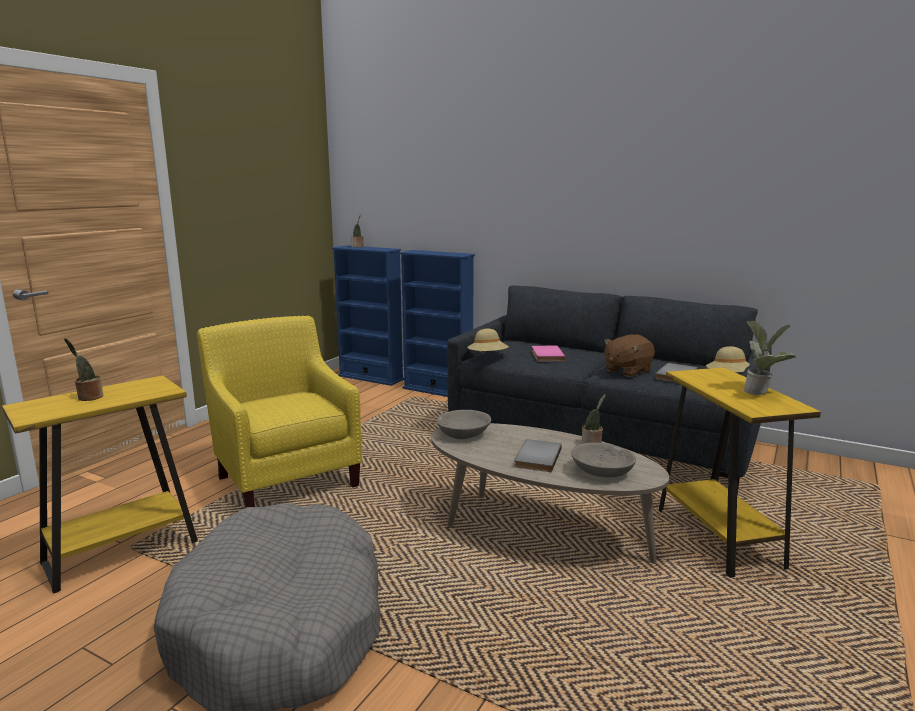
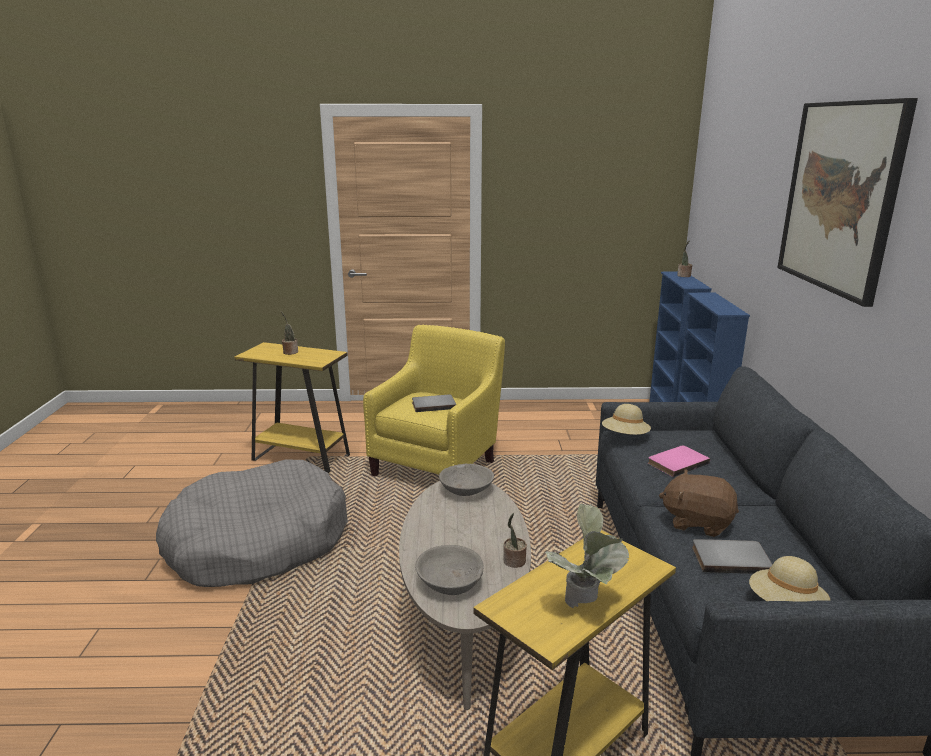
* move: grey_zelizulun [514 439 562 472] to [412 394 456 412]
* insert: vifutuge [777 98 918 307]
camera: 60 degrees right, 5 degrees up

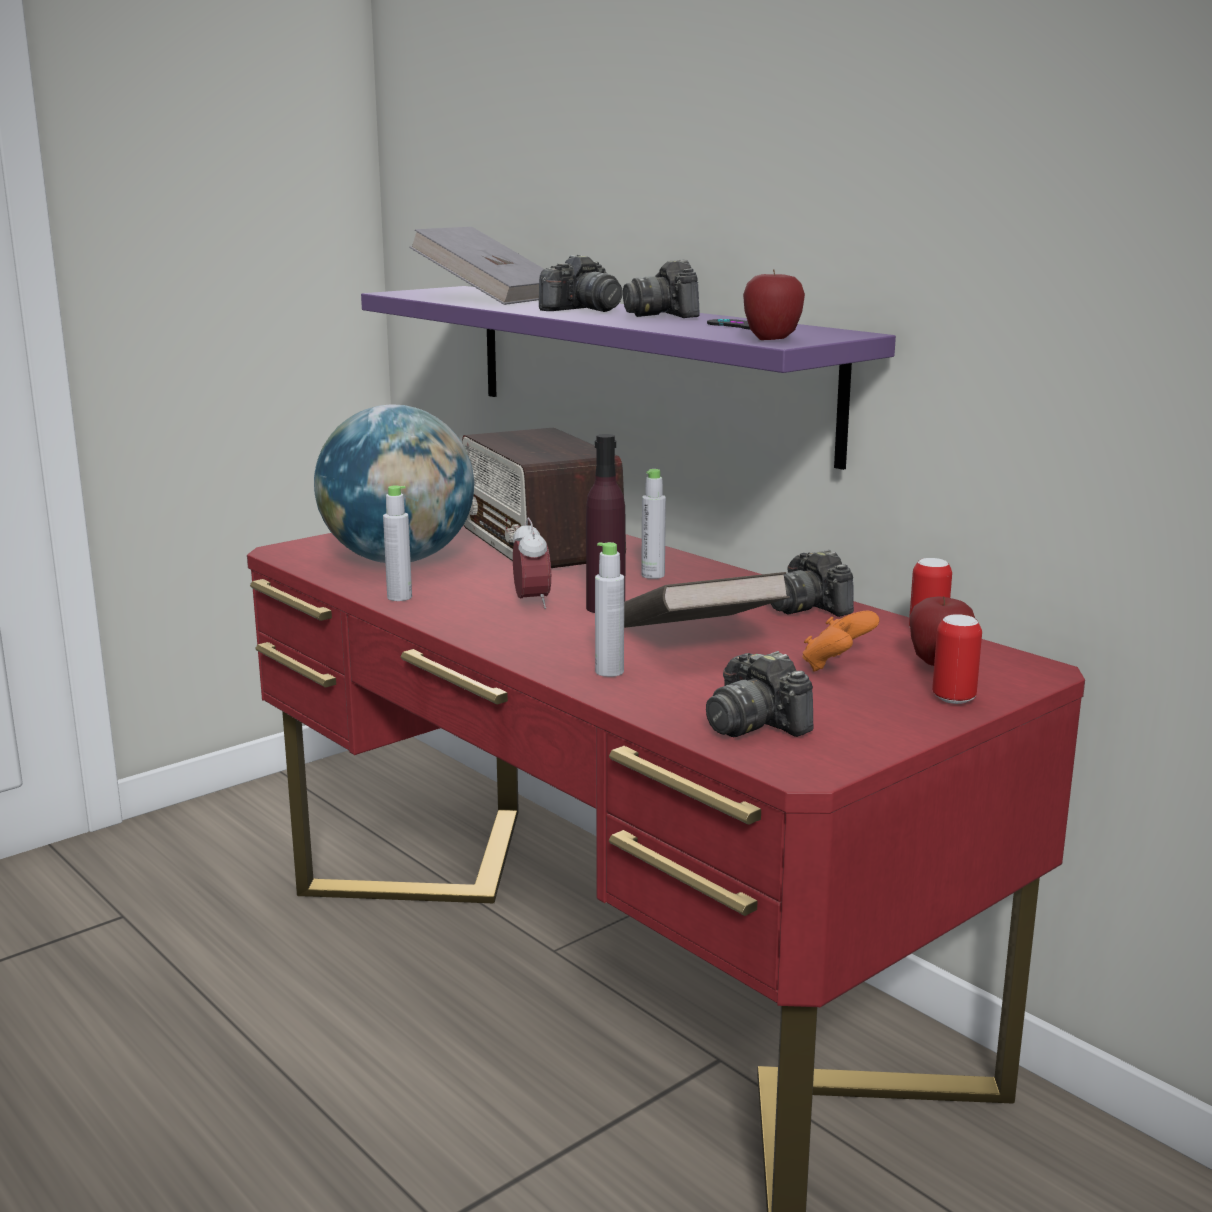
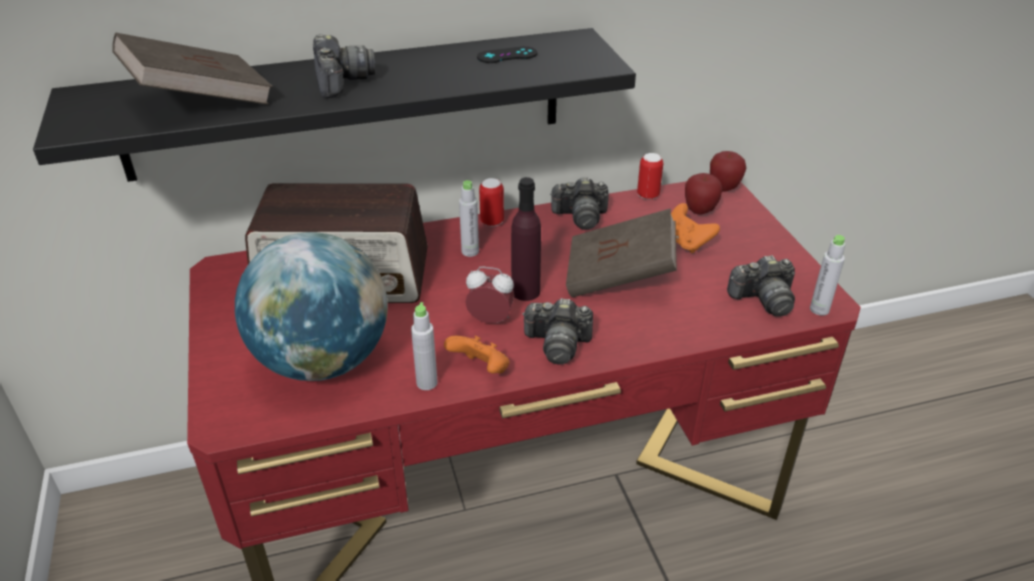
* recolor: grey_zelizulun [409 227 544 305] to brown_zelizulun [112 33 272 105]
* move: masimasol [623 259 700 318] to [522 298 593 365]
* move: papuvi [743 270 805 340] to [710 151 746 192]
* recolor: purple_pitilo [361 286 896 470] to black_pitilo [33 28 636 182]
* move: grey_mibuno [595 542 624 677] to [810 235 845 316]
* move: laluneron [932 614 982 704] to [479 178 504 227]
* insert: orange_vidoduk [444 336 510 374]
camera: 65 degrees left, 20 degrees up

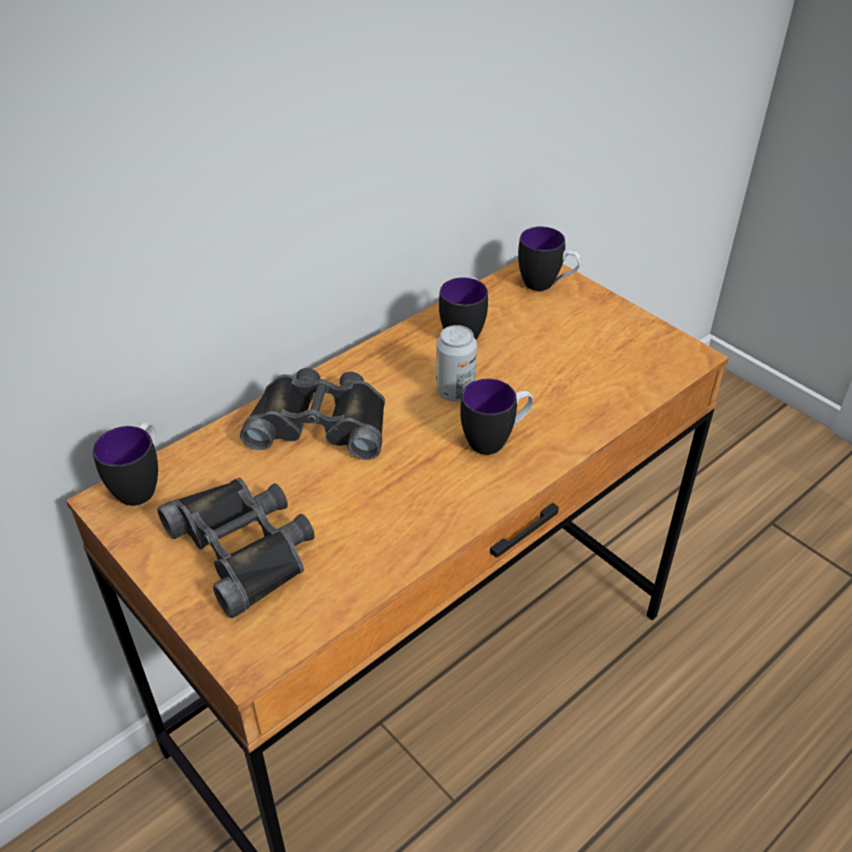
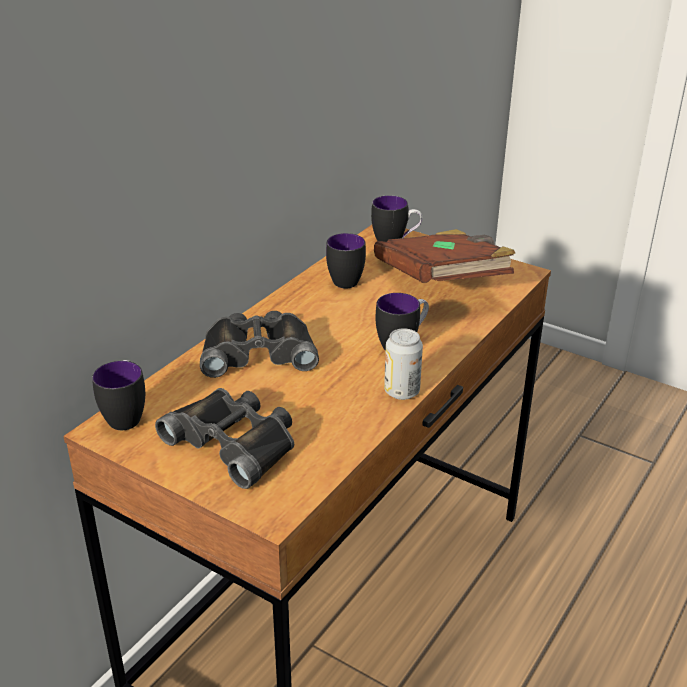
* move: laluneron [436 325 477 402] to [384 328 423 400]
* insert: brown_zelizulun [374 229 516 283]
camera: 15 degrees left, 10 degrees down

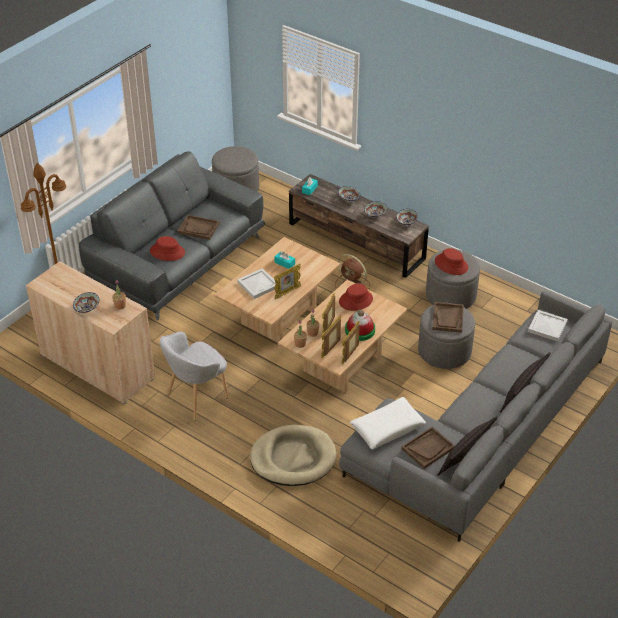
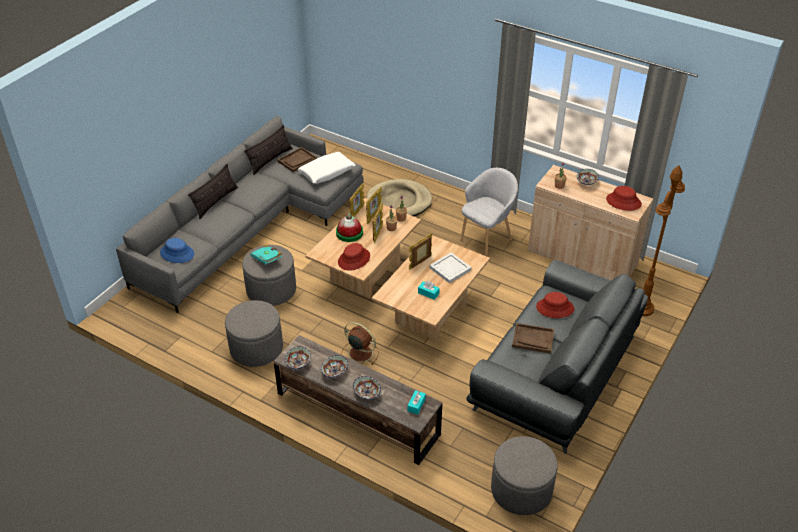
* move: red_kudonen [435 248 468 275] to [606 186 642 211]
* replace: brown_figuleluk [432 302 464 333] to turquoise_zelizulun [251 245 282 264]
* replace: white_figuleluk [528 310 568 342] to blue_kudonen [160 238 194 263]
camera: 175 degrees right, 0 degrees up

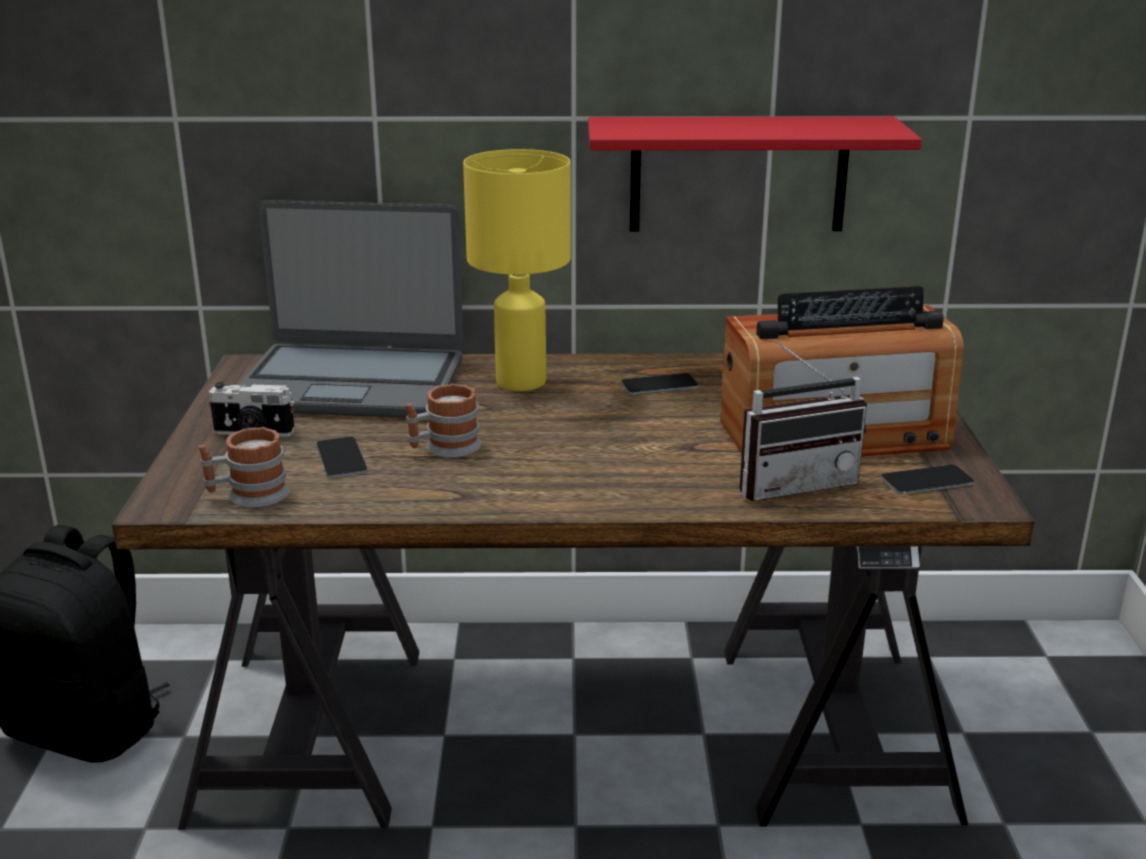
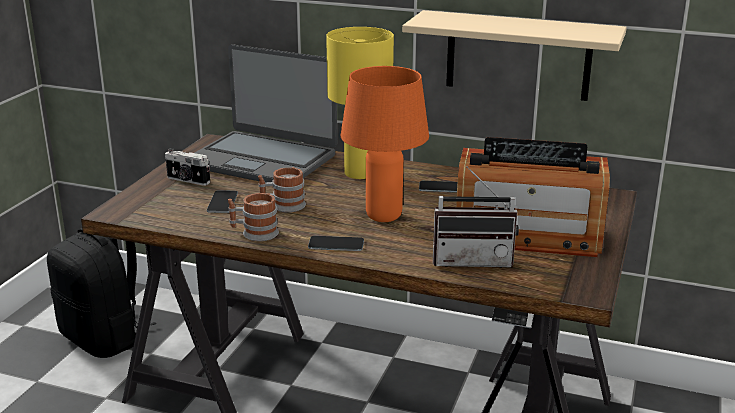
* recolor: red_pitilo [588 117 922 232] to beige_pitilo [402 10 627 101]
* move: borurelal [198 427 290 508] to [228 193 279 241]
* move: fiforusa [881 465 974 494] to [308 236 364 251]
* insert: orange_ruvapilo [340 66 429 222]
camera: 20 degrees right, 0 degrees up

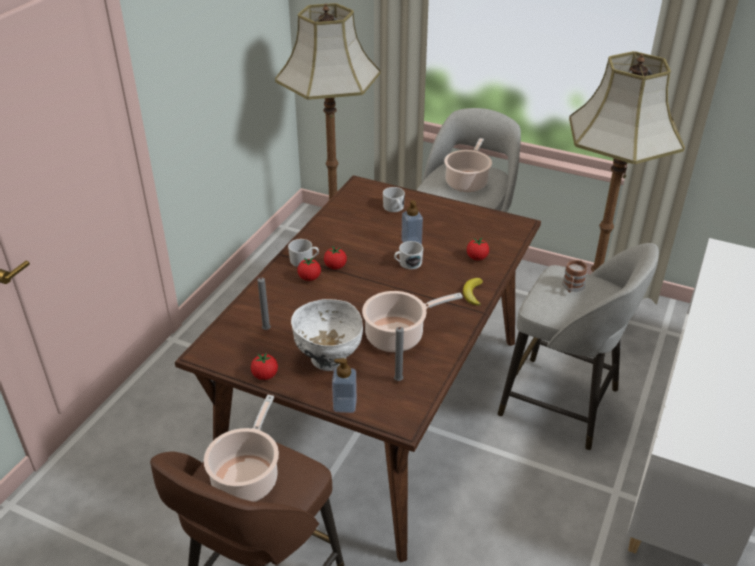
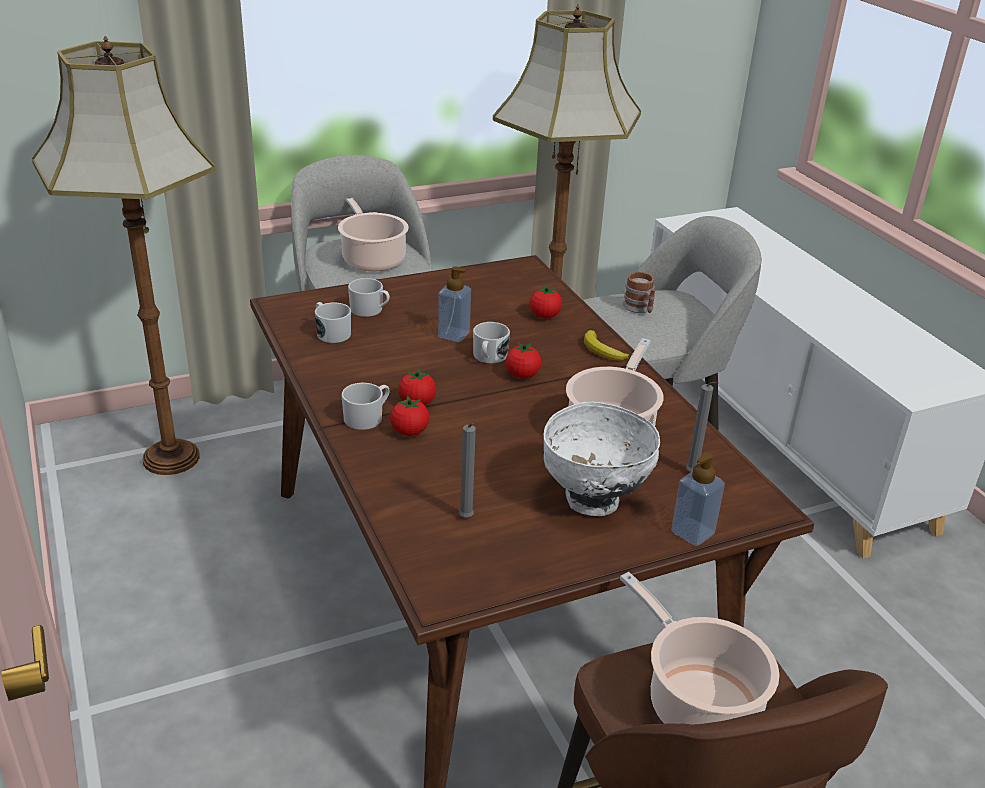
* move: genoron [251 352 278 380] to [506 342 541 378]
* insert: white_borurelal [315 302 351 343]
camera: 50 degrees left, 5 degrees down

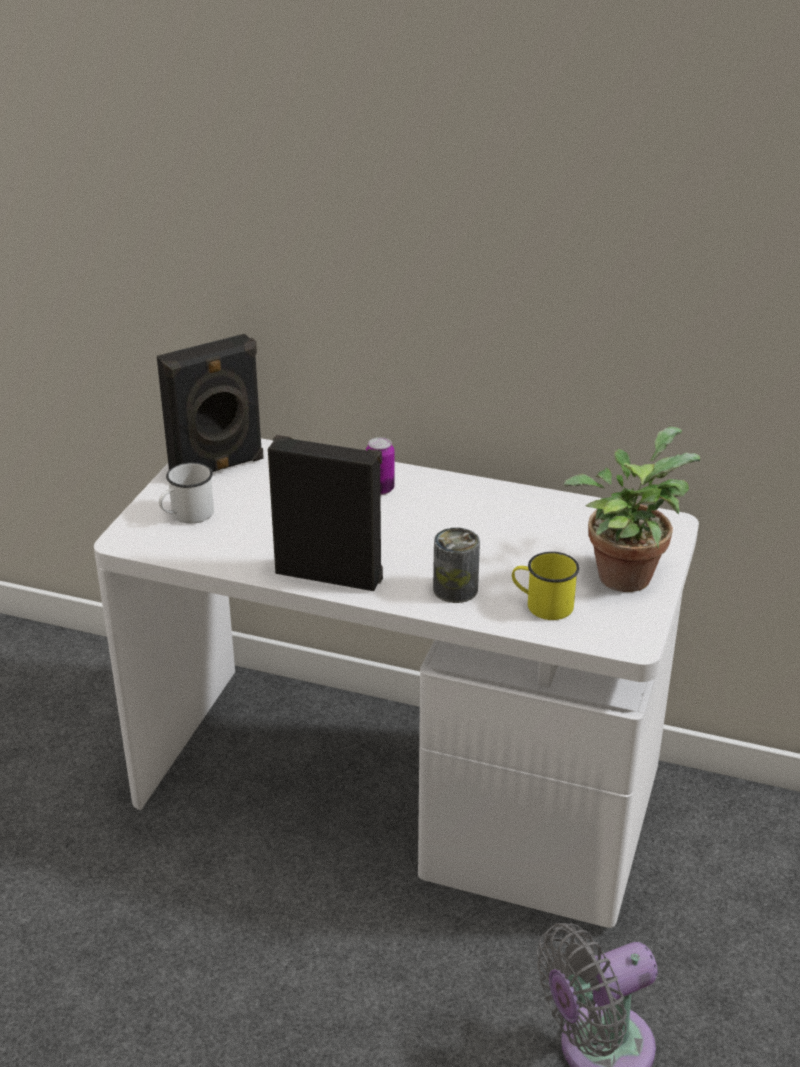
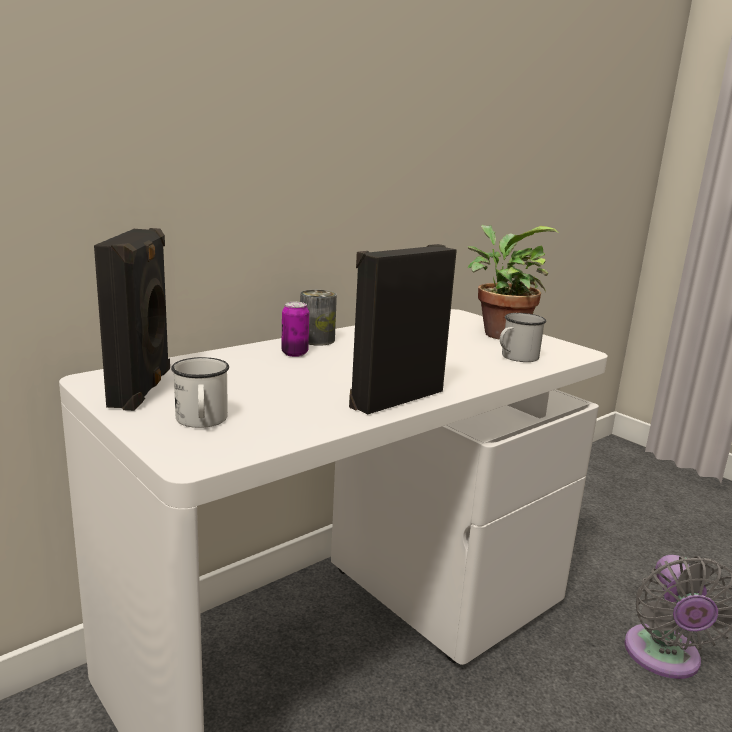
* move: laluneron [433 527 480 603] to [300 290 337 346]
* recolor: yellow_borurelal [512 552 579 620] to white_borurelal [500 313 546 362]
camera: 60 degrees left, 15 degrees down

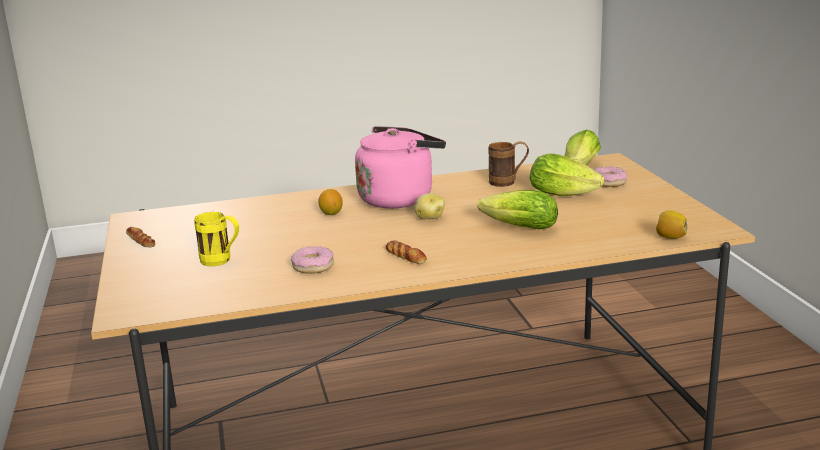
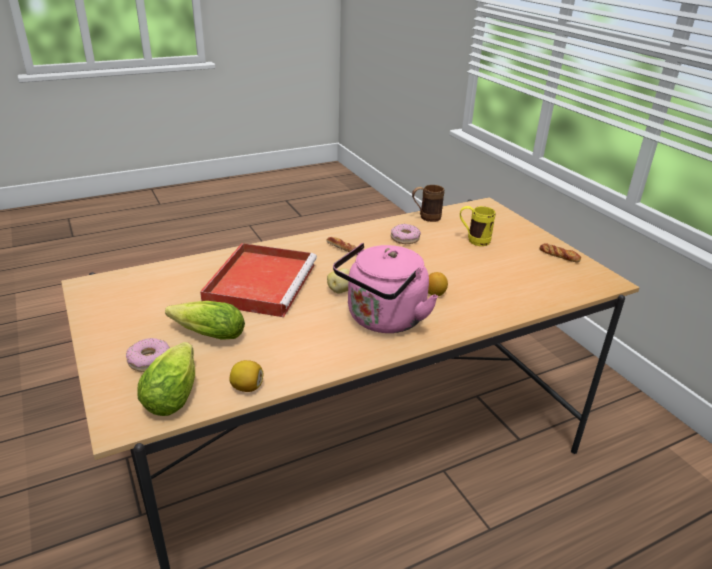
* move: brown_borurelal [488 141 529 187] to [412 185 444 222]
* replace: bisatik [477 190 558 229] to red_figuleluk [200 243 317 317]
* move: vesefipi [656 211 687 239] to [229 360 263 392]
camera: 165 degrees right, 10 degrees up

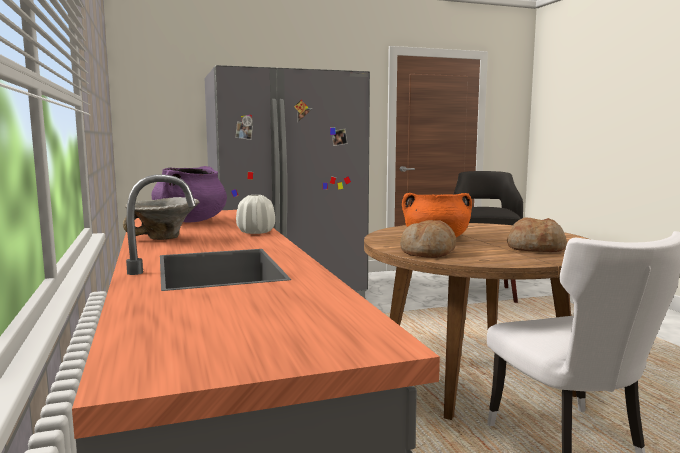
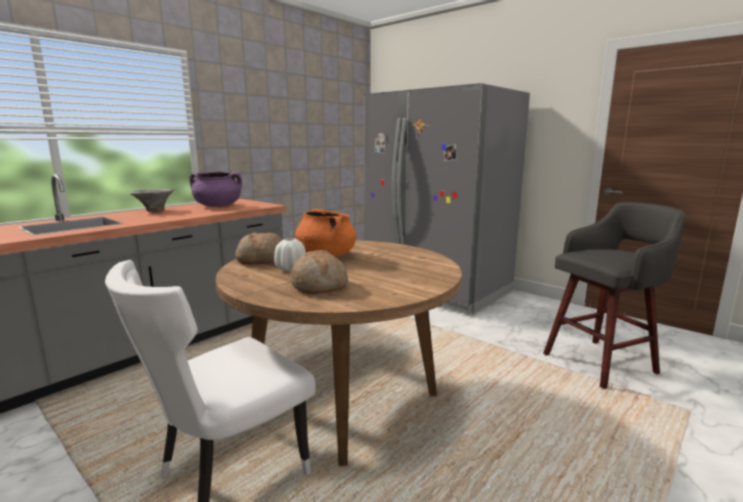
* move: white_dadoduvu [236 195 275 234] to [274 238 306 272]
camera: 60 degrees right, 5 degrees up

